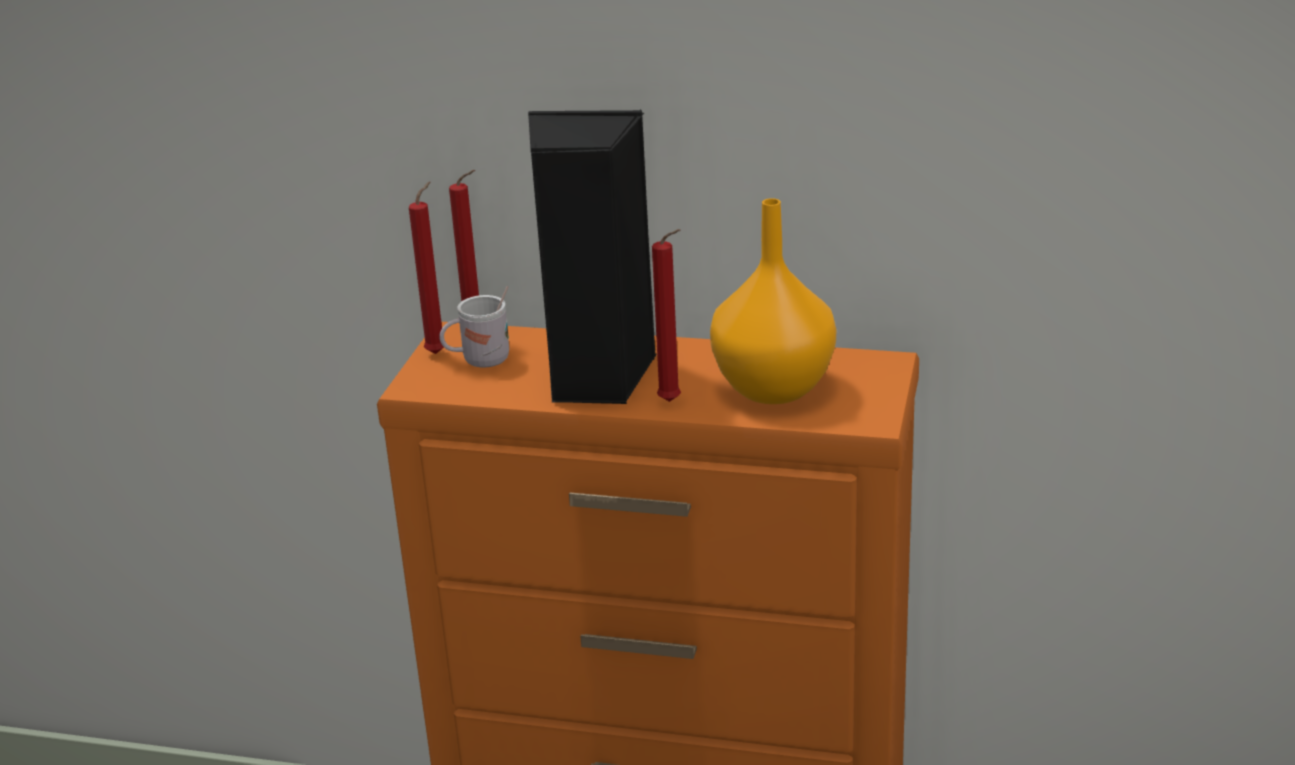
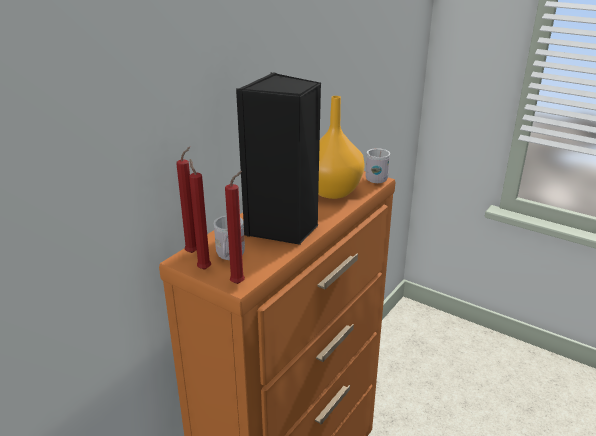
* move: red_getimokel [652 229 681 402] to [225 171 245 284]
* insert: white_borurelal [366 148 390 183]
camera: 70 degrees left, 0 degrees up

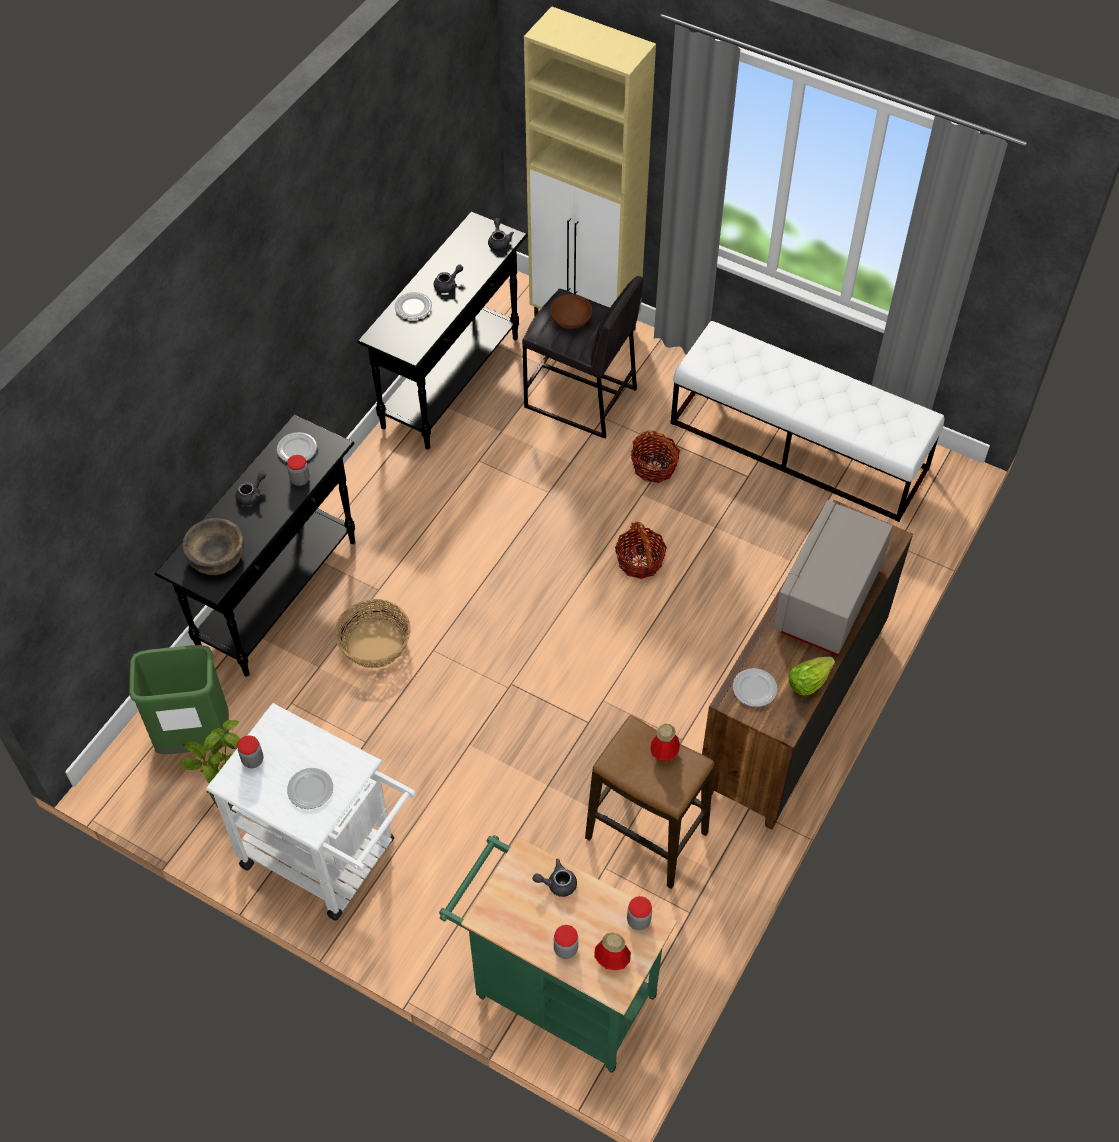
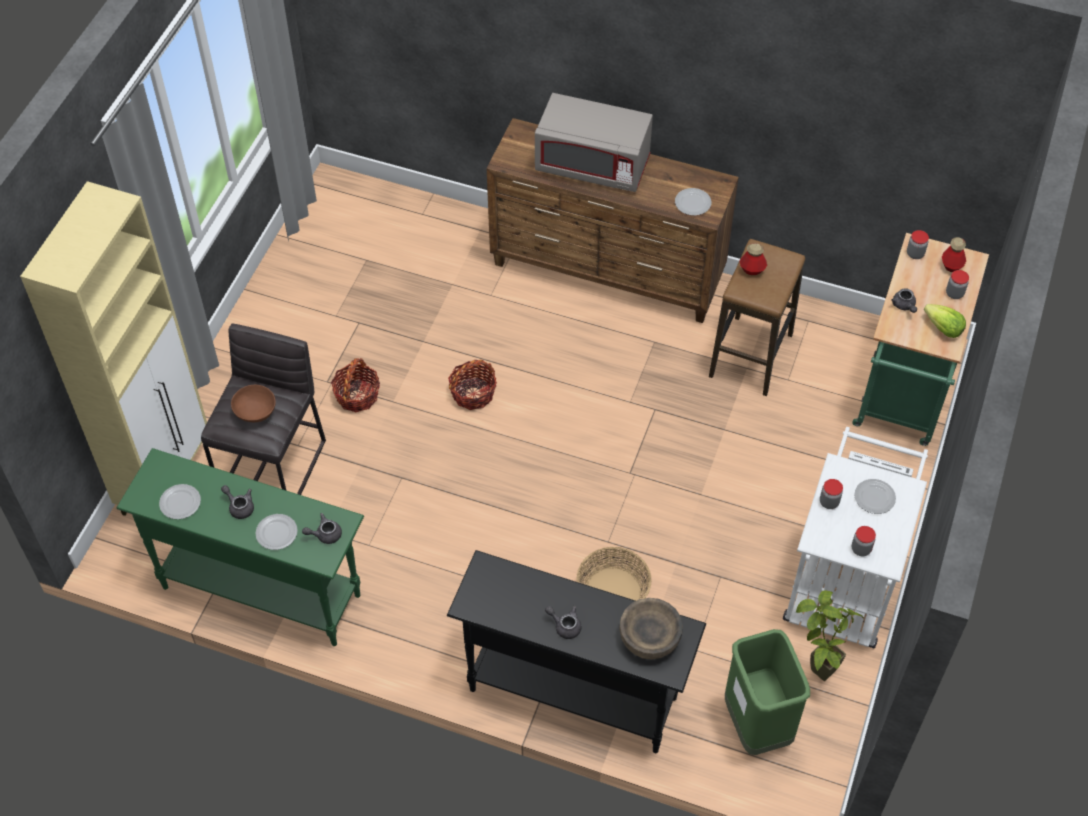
* recolor: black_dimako [357 211 528 450] to green_dimako [117 448 364 646]
* move: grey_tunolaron [488 218 514 251] to [302 513 342 544]
* delete: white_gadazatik [671 321 944 522]
* move: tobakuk [277 432 317 462] to [159 484 201 519]
* move: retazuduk [287 455 310 486] to [820 479 843 509]
* move: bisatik [788 657 835 695] to [924 304 966 338]
camera: 100 degrees left, 0 degrees up

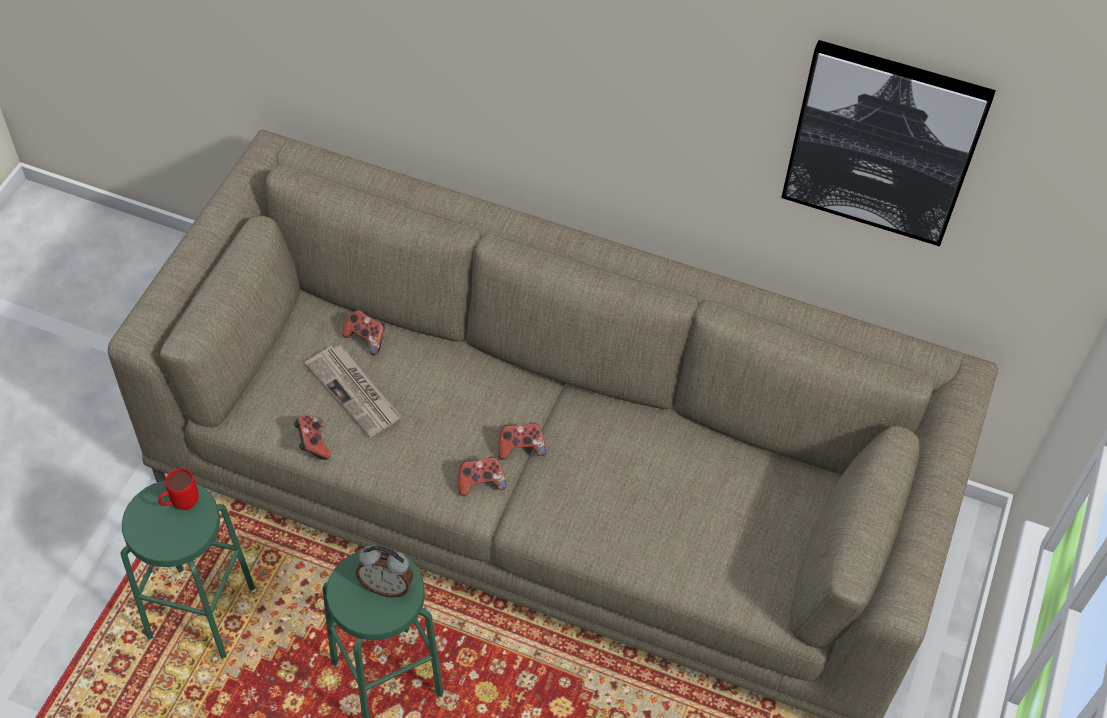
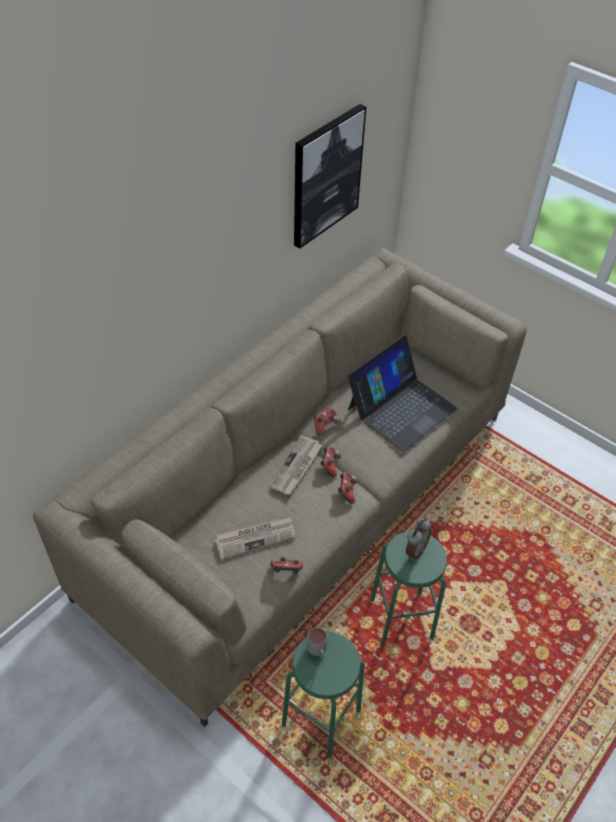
* move: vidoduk [342 310 385 355] to [314 407 342 435]
* recolor: red_borurelal [158 468 199 510] to grey_borurelal [307 627 328 659]
* insert: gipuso [347 334 457 452]
* insert: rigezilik [270 435 322 495]
camera: 70 degrees left, 5 degrees down

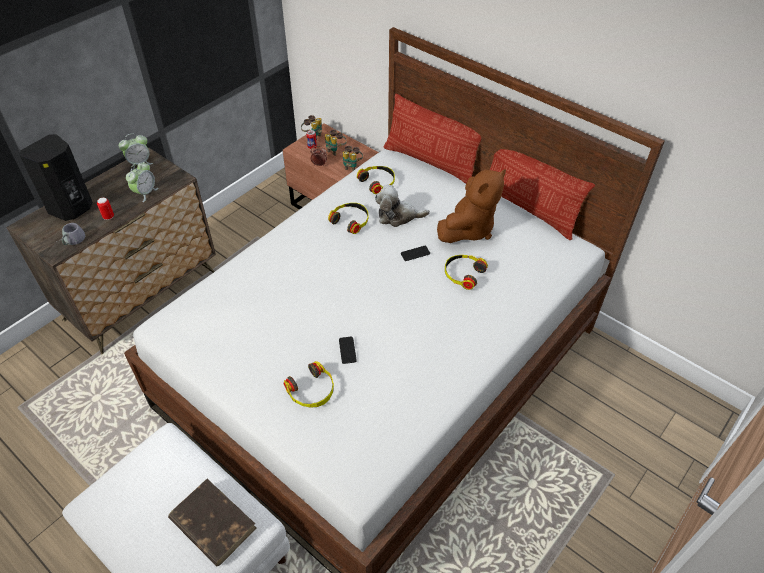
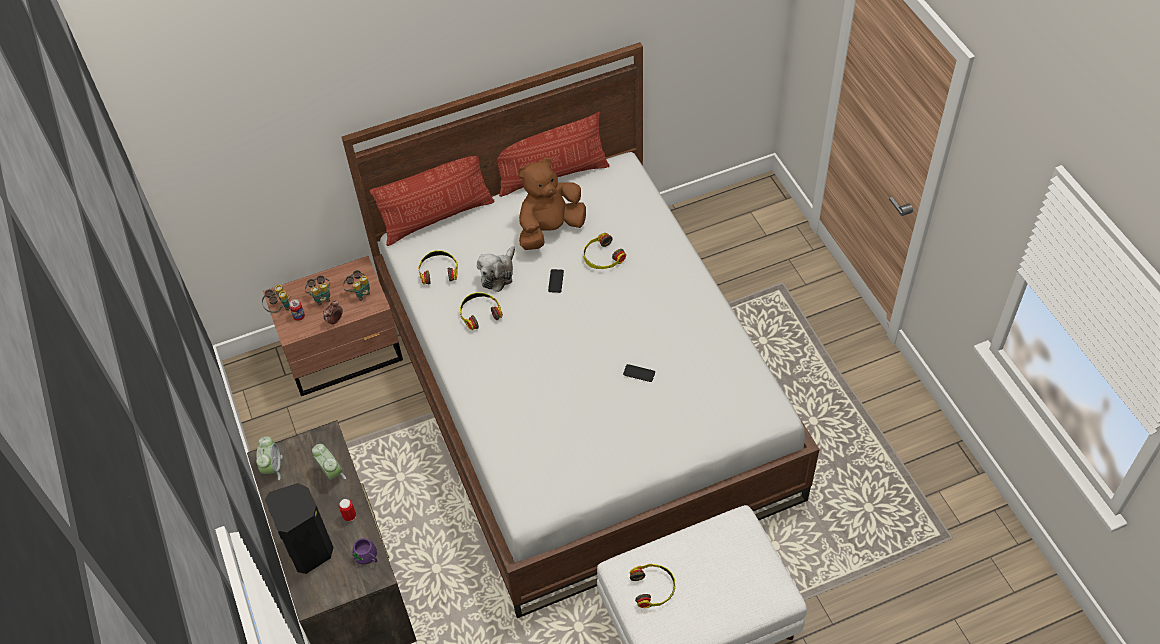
* rotate: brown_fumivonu [437 169 506 243] = [518 158 586 250] 105 degrees counterclockwise
* recolor: grey_borurelal [61 223 85 245] to purple_borurelal [352 538 377 573]
* move: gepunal [284 361 334 408] to [630 564 675 608]
* delete: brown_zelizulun [168 479 257 566]
camera: 60 degrees left, 5 degrees up

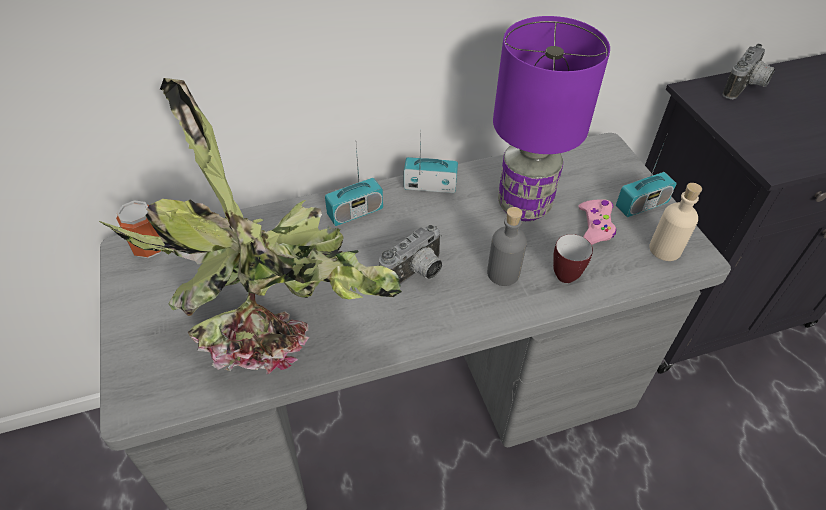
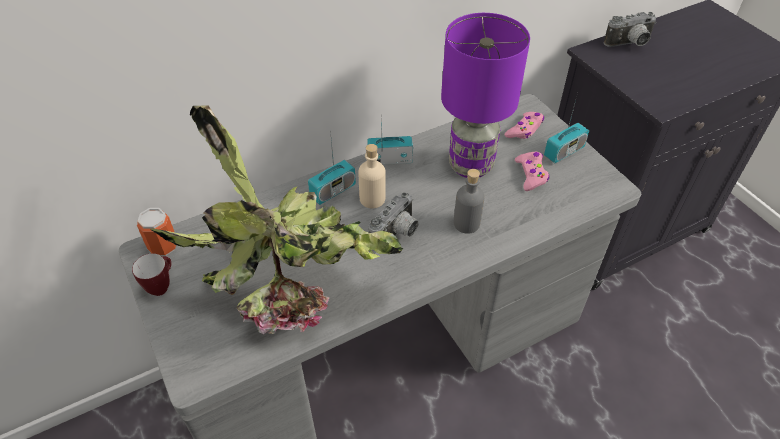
* rotate: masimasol [723 44 775 99] = [604 12 657 47] 45 degrees clockwise
* move: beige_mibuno [649 183 702 261] to [359 144 386 208]
* move: borurelal [553 234 593 283] to [132 253 172 296]
* insert: pink_vidoduk [505 112 544 139]
camera: 10 degrees left, 0 degrees up

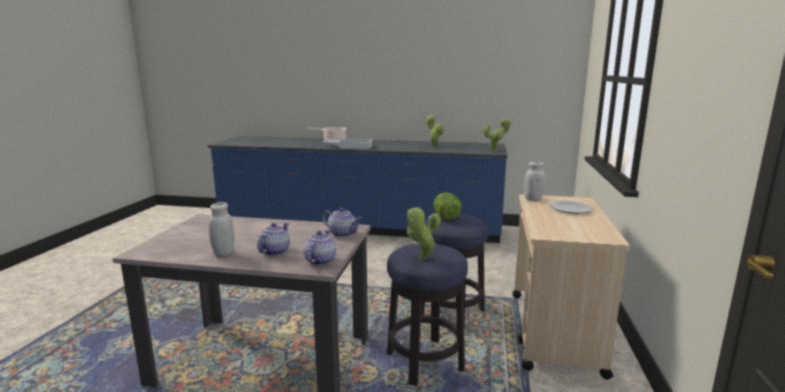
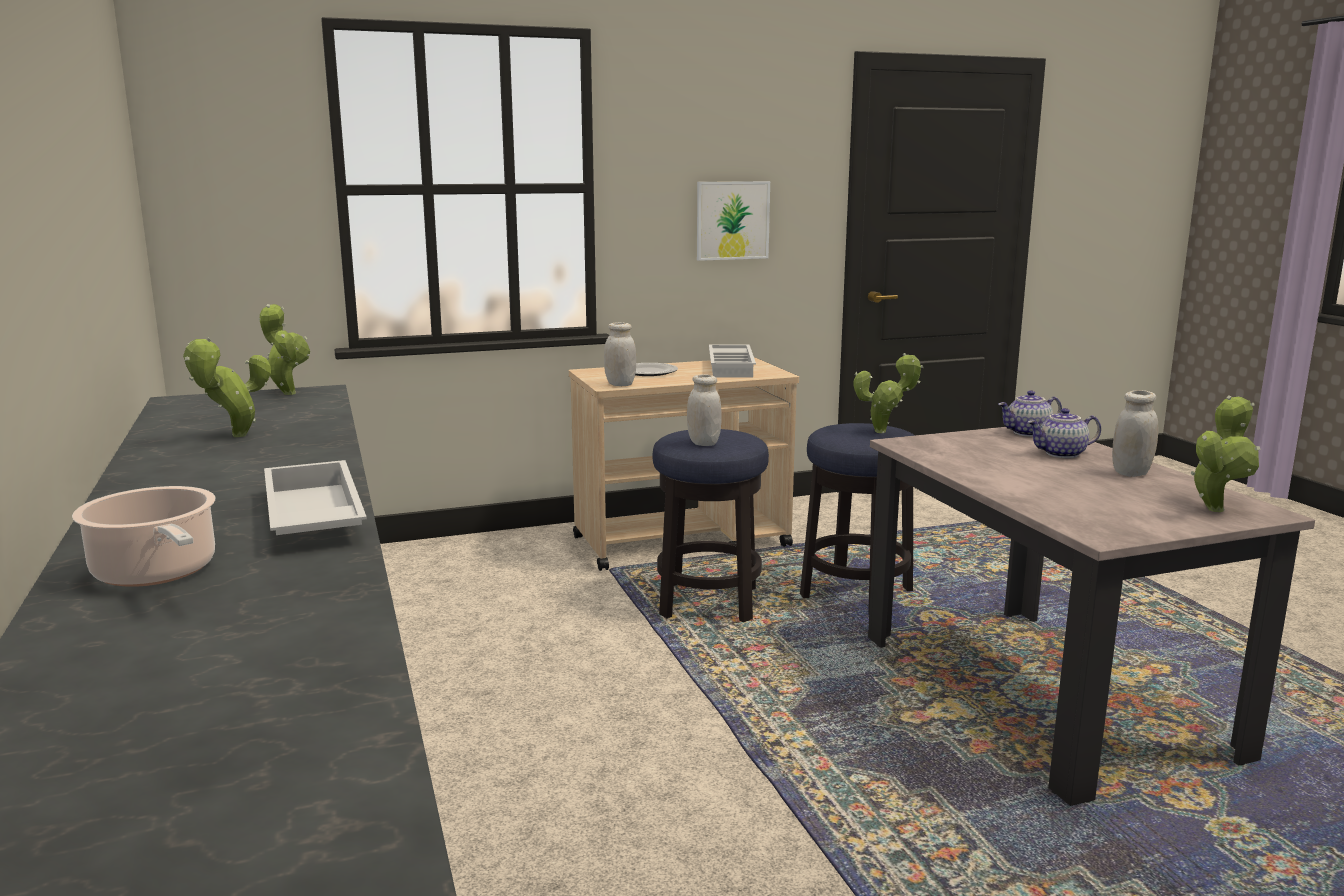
* replace: bisatik [433 192 462 220] to white_retazuduk [687 374 722 446]
* delete: tunolaron [322 208 362 237]
* insert: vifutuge [697 181 770 261]
* insert: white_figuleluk [709 345 756 378]
* insert: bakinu [1191 395 1261 512]
camera: 120 degrees left, 0 degrees up

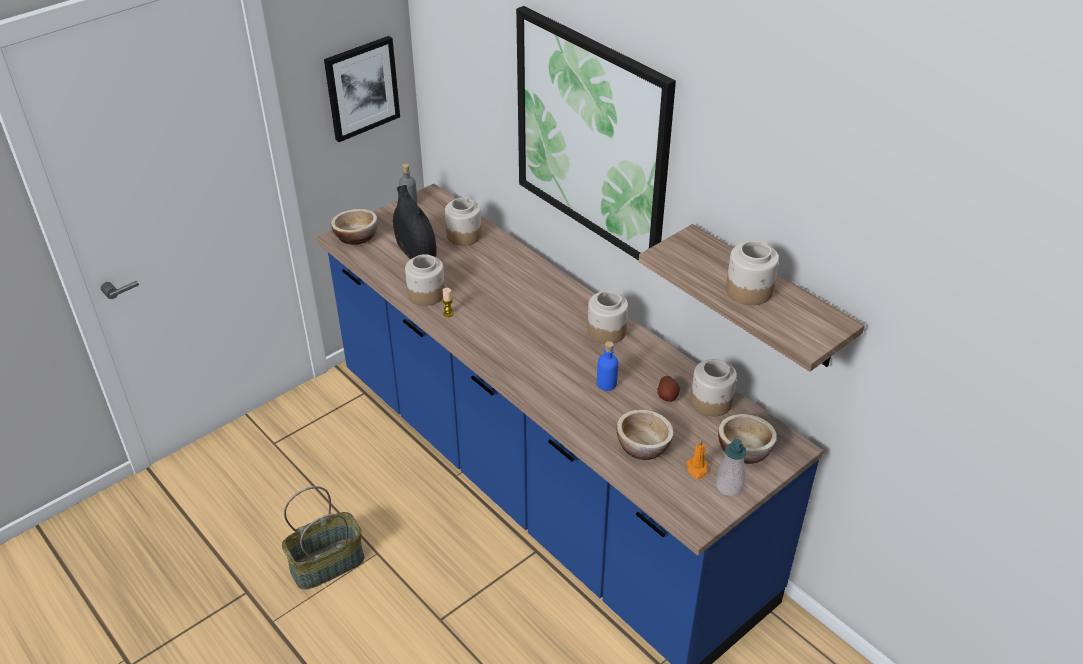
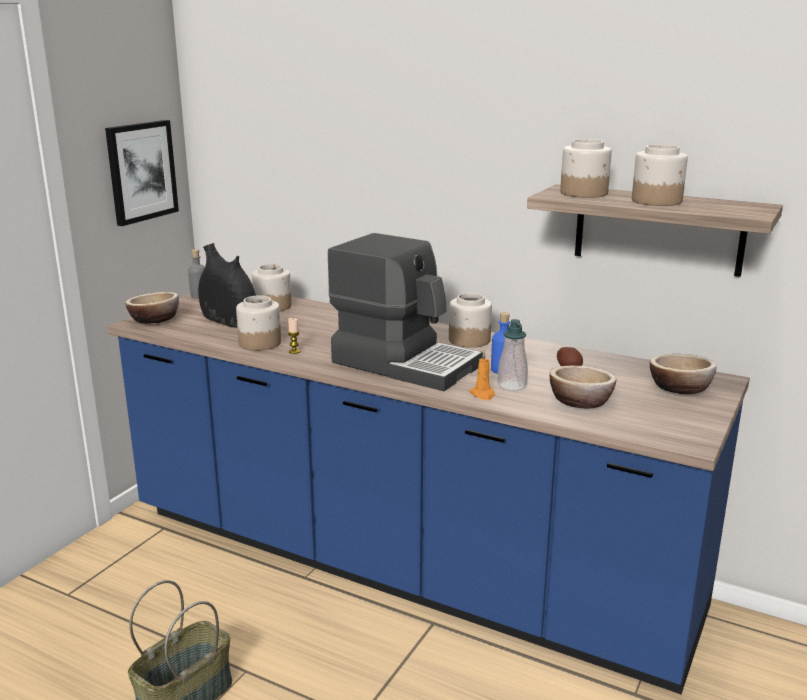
* delete: vifutuge [516 6 676 261]
* move: retazuduk [691 359 737 416] to [560 139 612 198]
* move: orange_getimokel [686 438 708 479] to [469 350 495 400]
* move: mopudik [716 439 747 496] to [497 319 528 391]
* insert: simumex [328 233 483 391]
camera: 20 degrees left, 20 degrees down

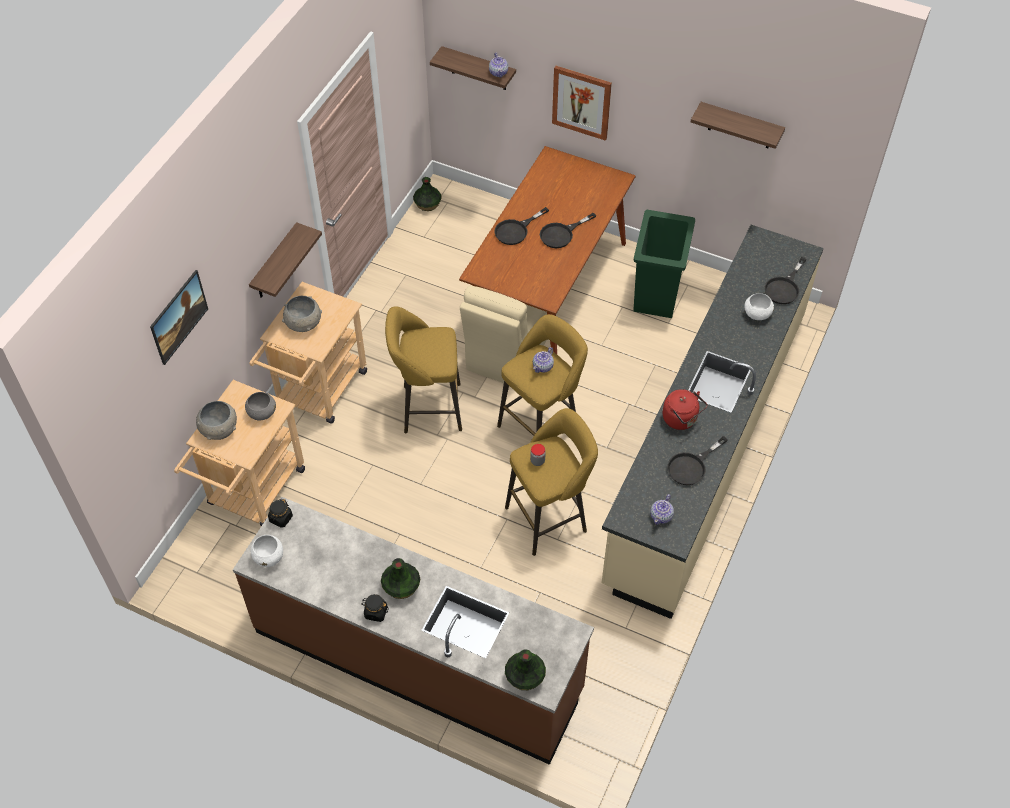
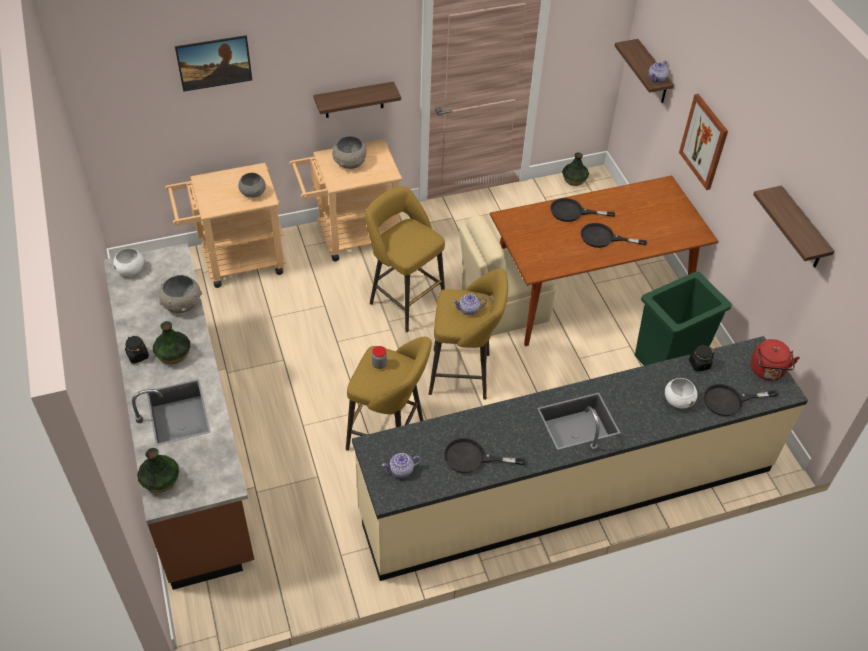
* move: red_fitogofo [663 389 707 430] to [751 339 800 381]
* move: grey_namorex [196 401 237 440] to [159 275 202 313]
* move: black_retazuduk [268 499 293 528] to [689 345 714 372]
camera: 45 degrees right, 5 degrees down

